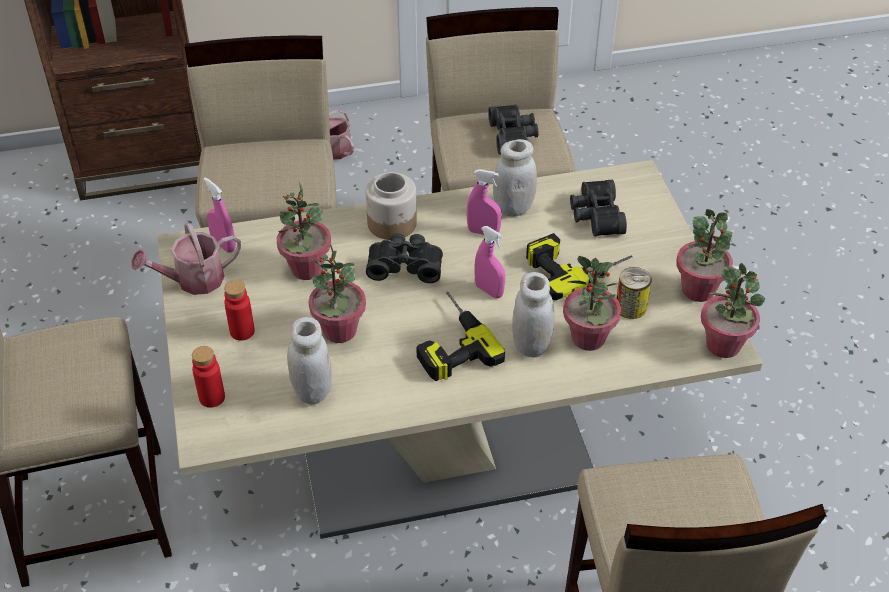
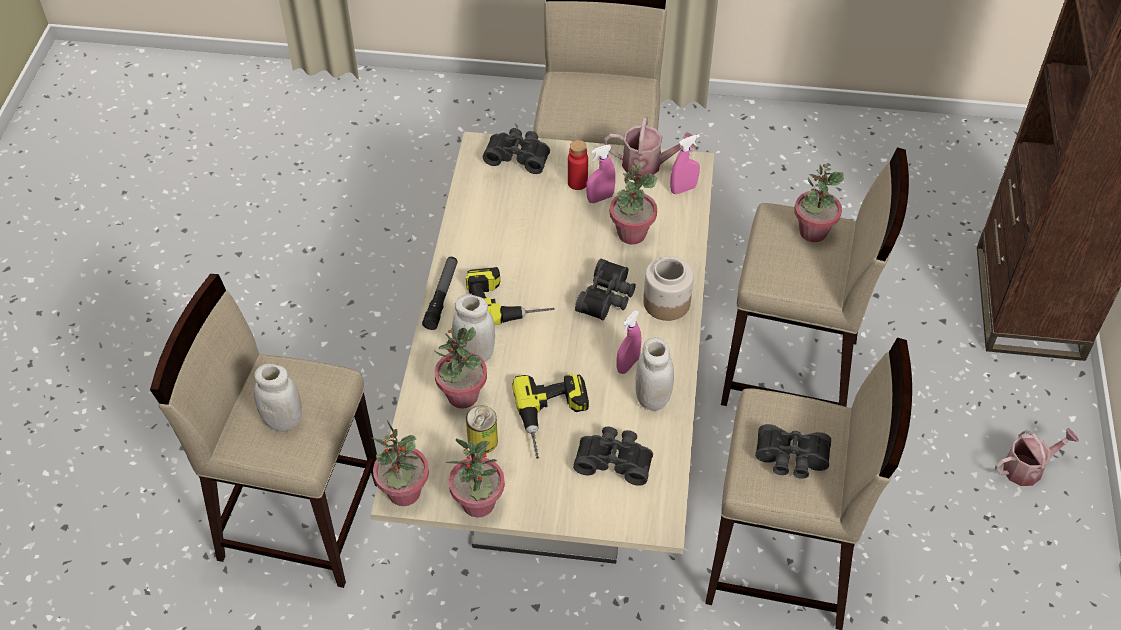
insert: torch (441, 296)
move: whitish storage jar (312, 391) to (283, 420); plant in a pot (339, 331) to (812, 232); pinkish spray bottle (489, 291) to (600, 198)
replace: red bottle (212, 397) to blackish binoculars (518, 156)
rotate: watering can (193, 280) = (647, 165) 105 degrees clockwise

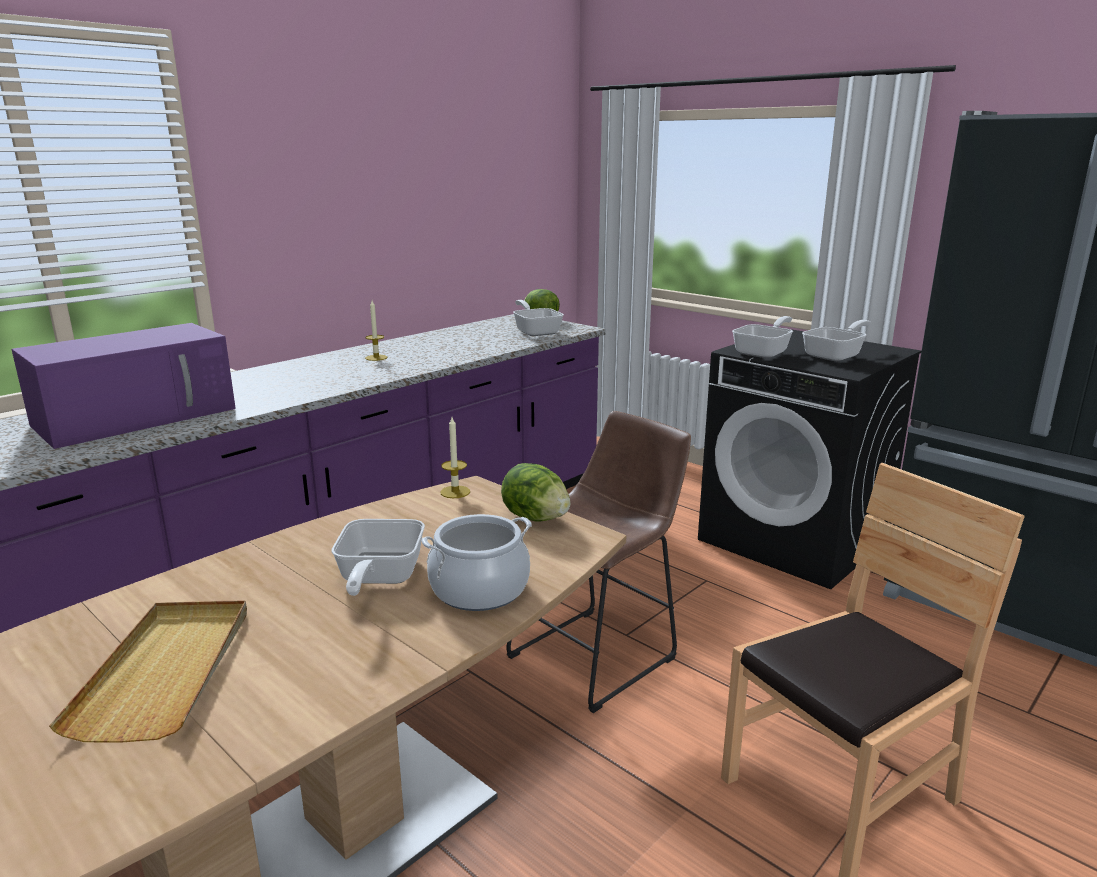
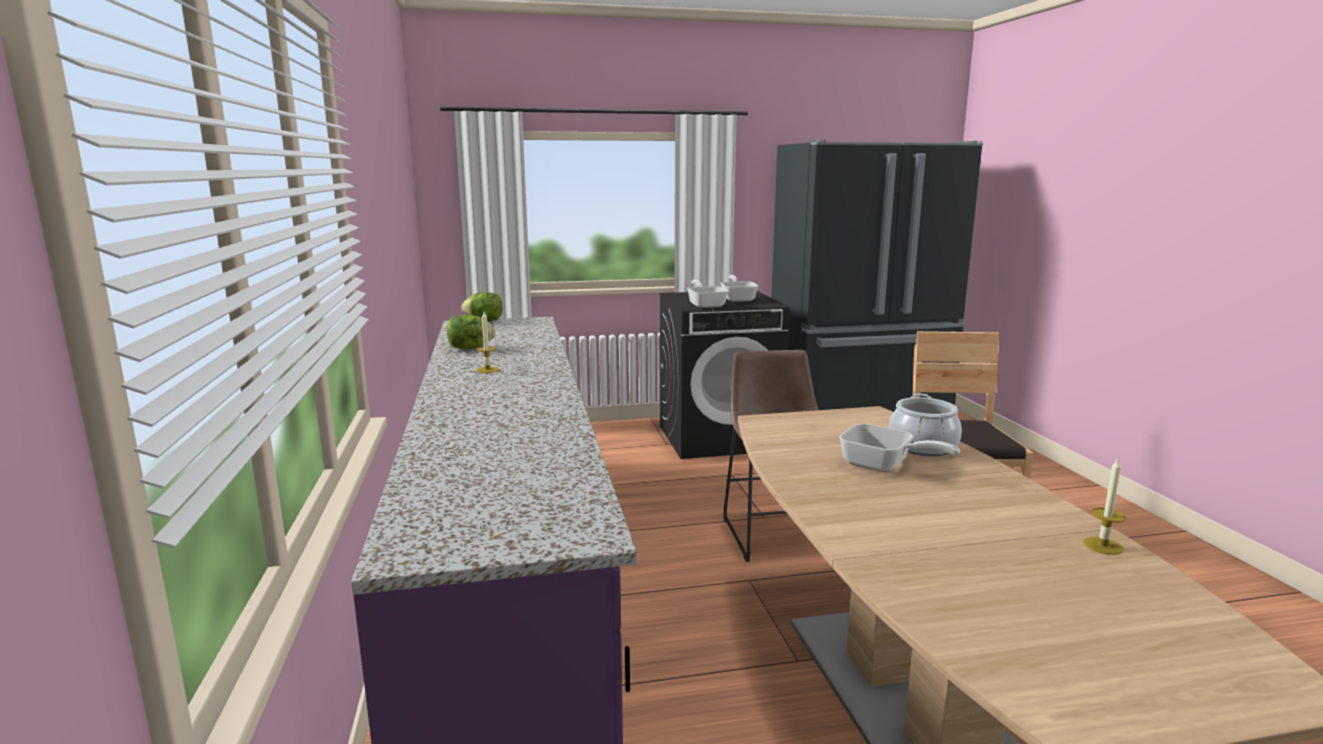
delete: purplish kitchen microwave (138, 416); beige carrying tray (167, 670); pan (536, 331)
move: wax candle (455, 492) to (1102, 545); lettuce (536, 518) to (470, 348)

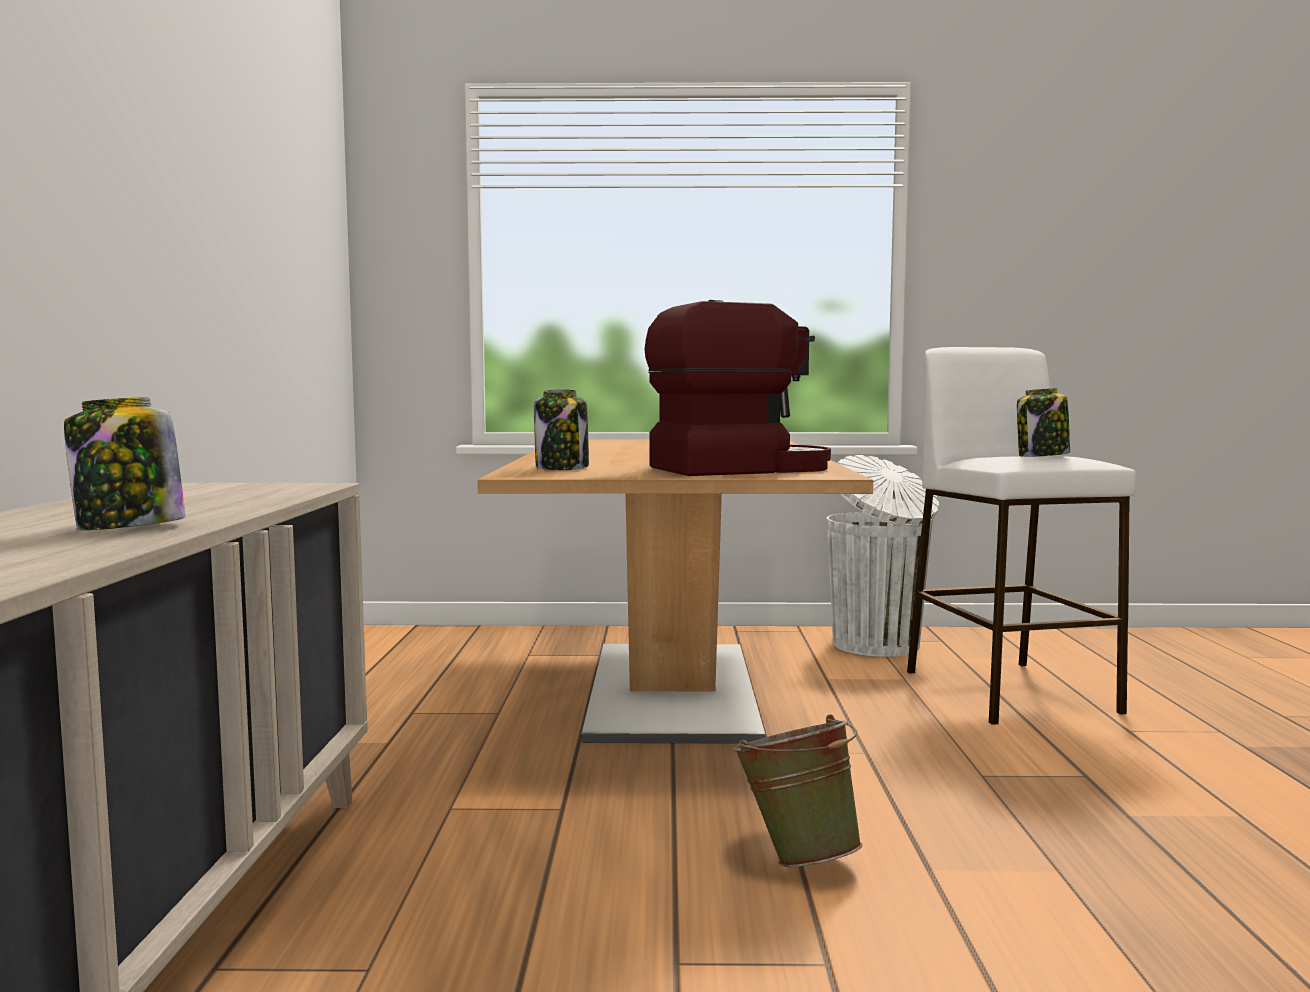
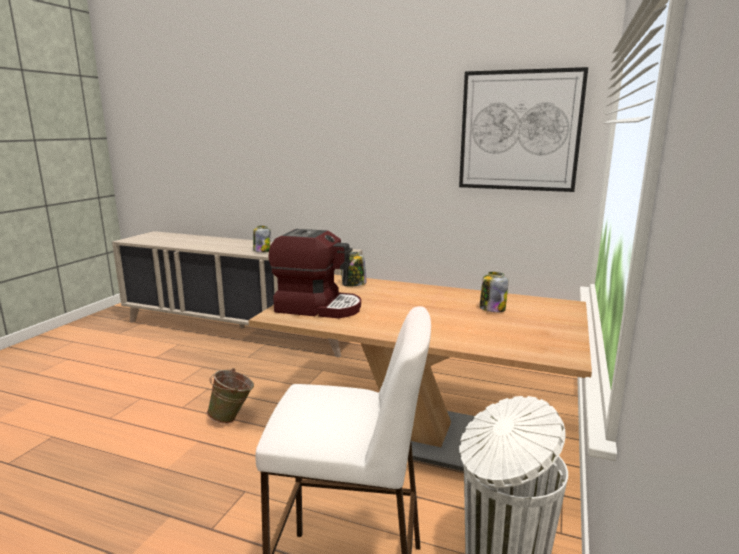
insert: picture (519, 131)
move: storage jar (1042, 456) to (492, 309)
rotate: coffee maker (739, 469) = (318, 307) 75 degrees counterclockwise

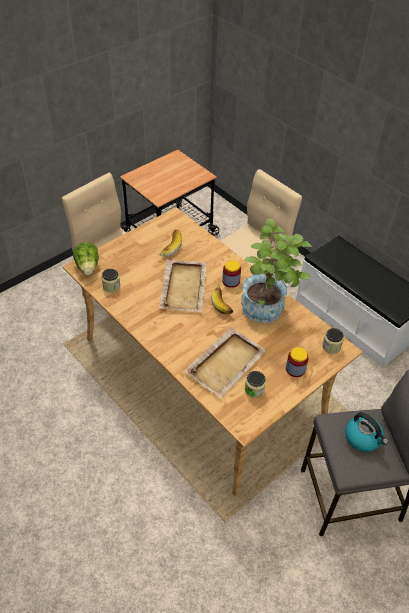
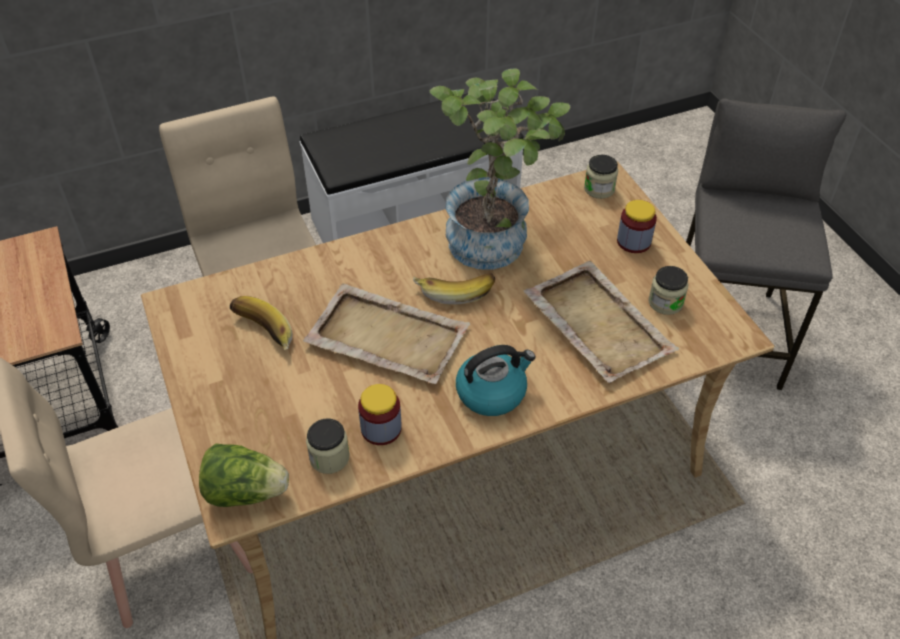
move: storage jar (231, 281) to (381, 429); water kettle (363, 438) to (492, 392)

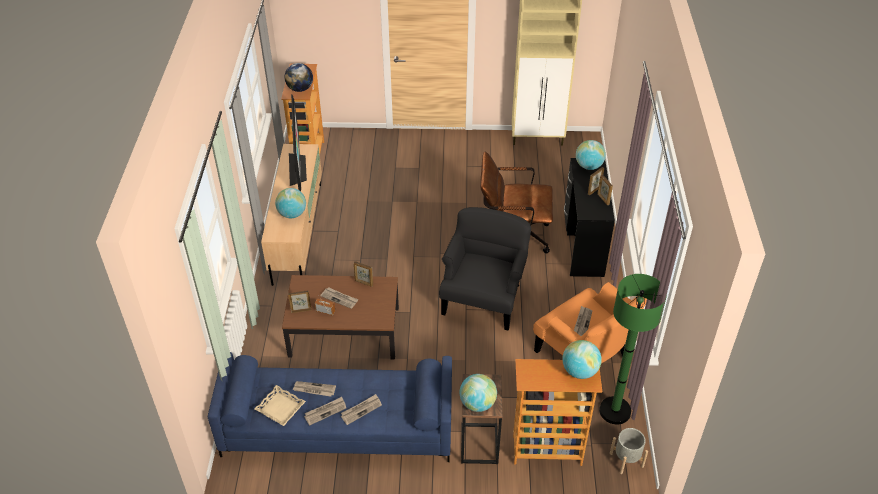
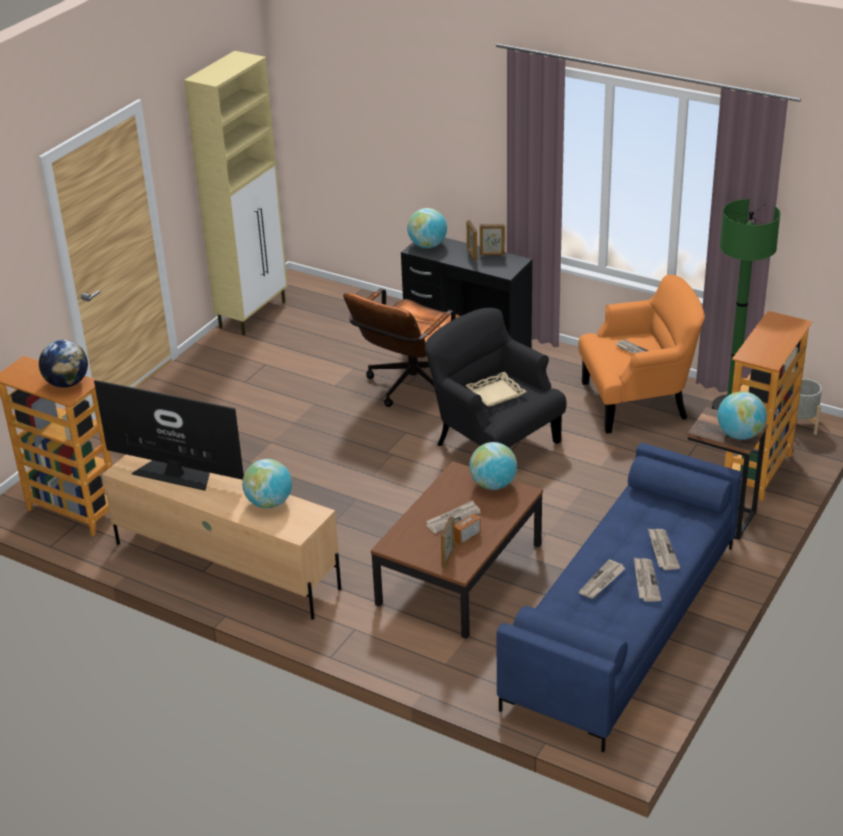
delete: picture frame (364, 283)
move: beige carrying tray (280, 408) to (496, 393); desk globe (579, 371) to (493, 484)

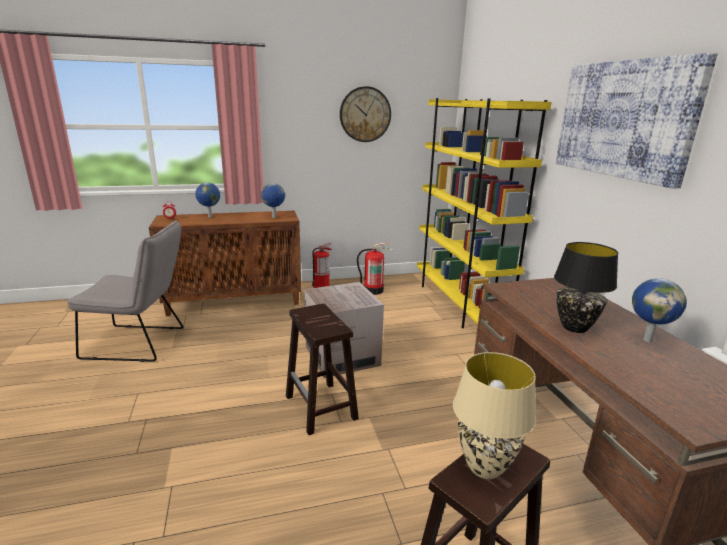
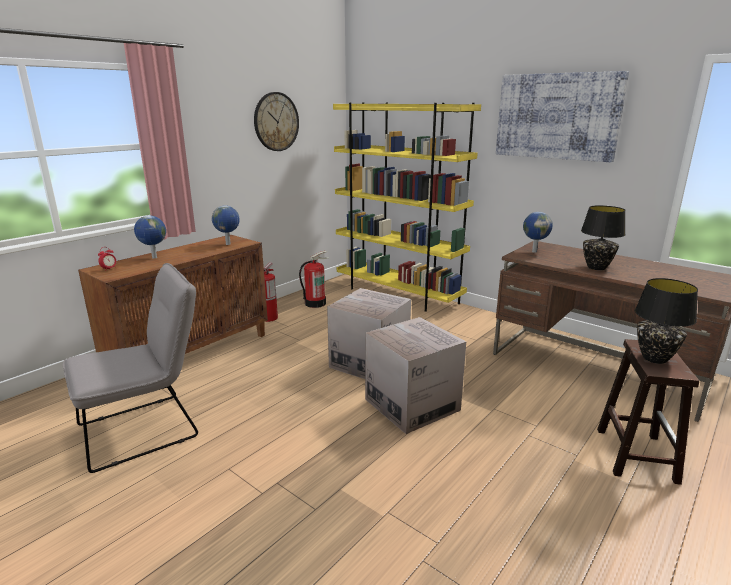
move: desk globe (647, 340) to (534, 251)
replace: brownish stool (321, 408) to cardboard box (412, 404)
recolor: beige table lamp (485, 467) to blackish table lamp (654, 358)

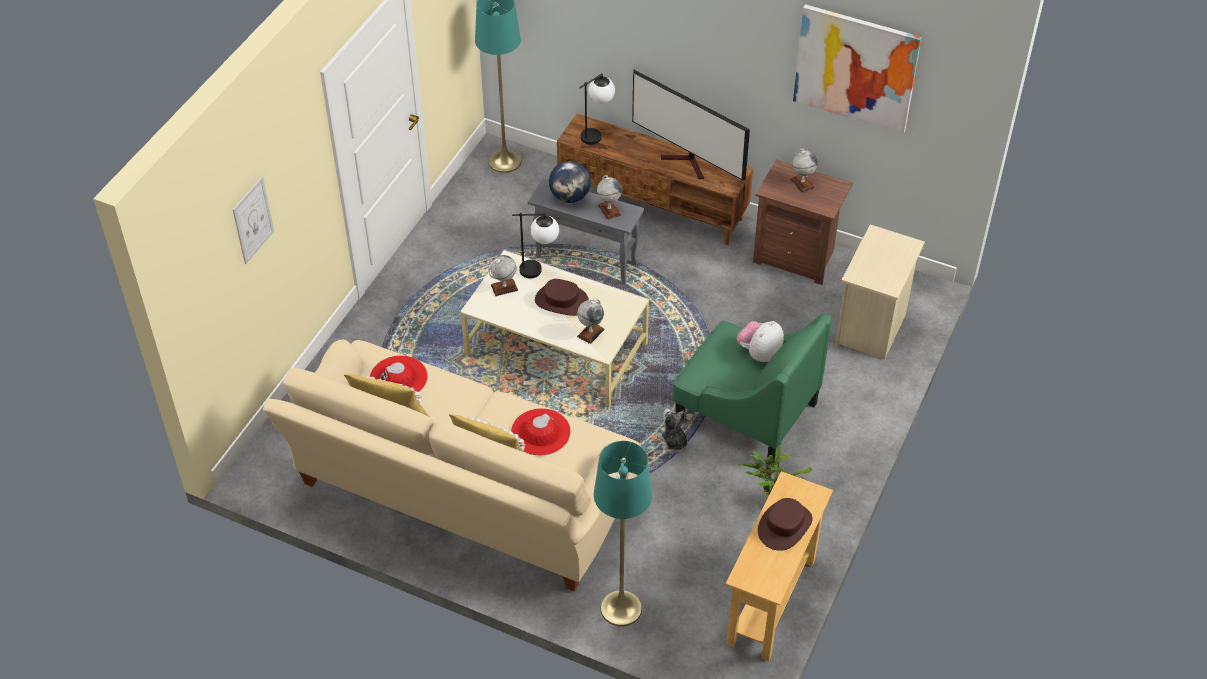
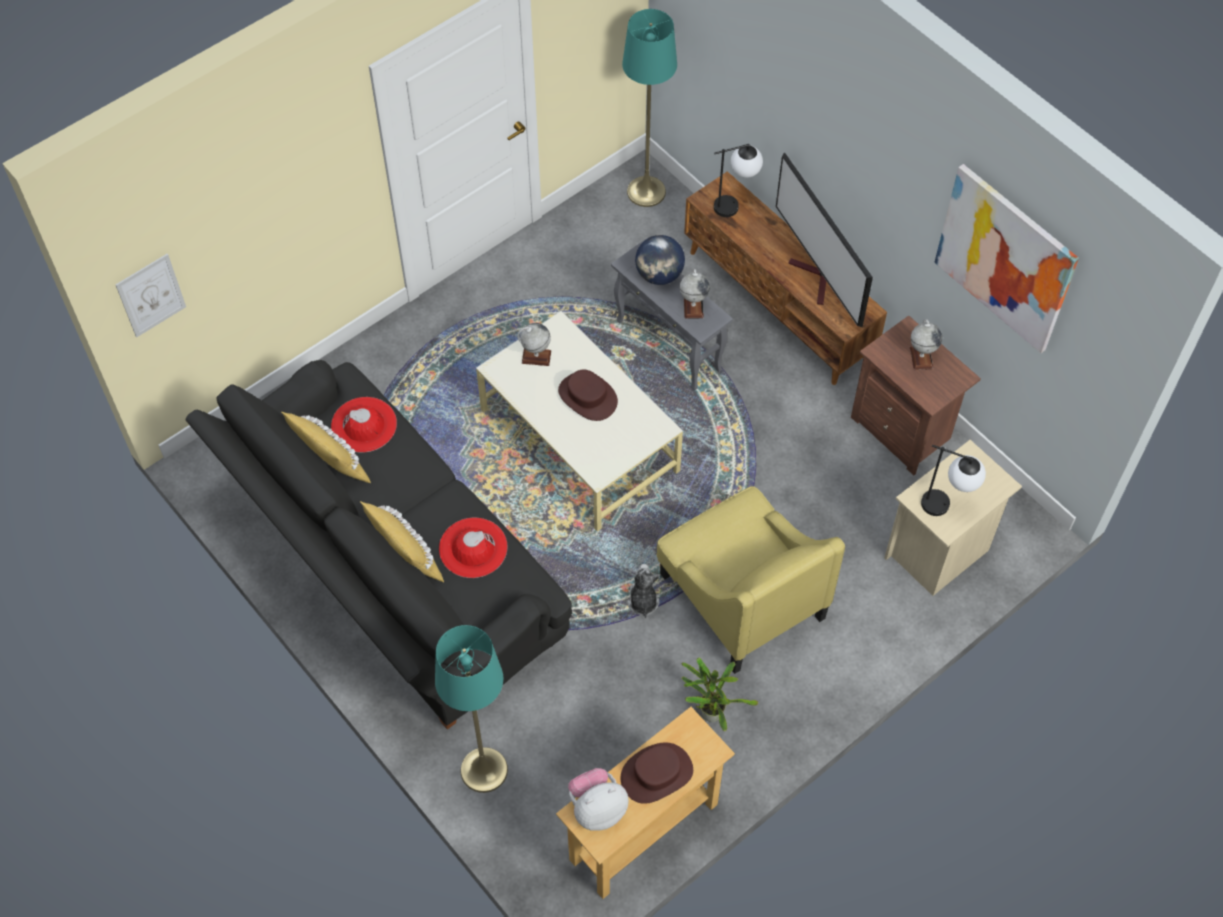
delete: desk globe (590, 332)
move: picture (253, 220) to (151, 295); table lamp (539, 270) to (946, 507); cuddly toy (759, 353) to (597, 808)
recolor: beige sofa (461, 496) to blackish sofa (392, 572); green lounge chair (745, 411) to yellow-coloured lounge chair (741, 596)

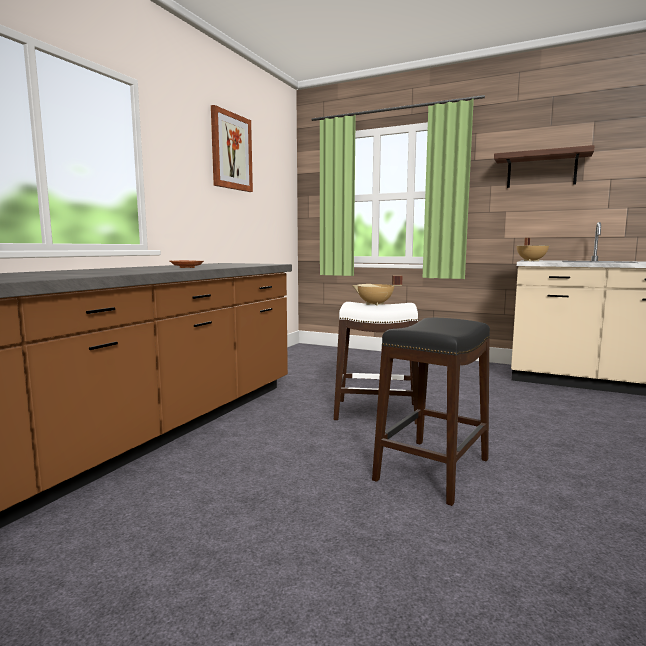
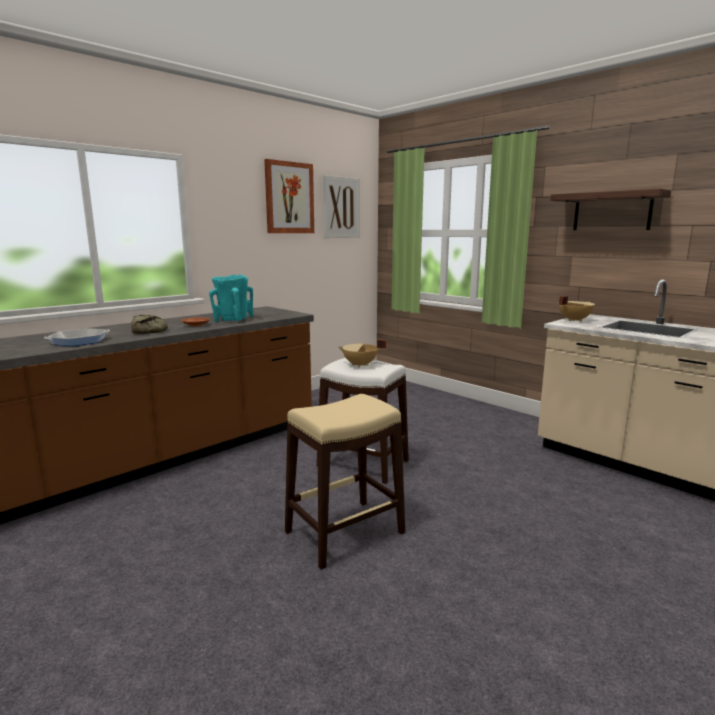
insert: pan (79, 341); bakery bread (150, 330); blue-green vase (232, 320); picture (341, 207)
recolor: blackish stool (431, 469) to beige stool (344, 532)

